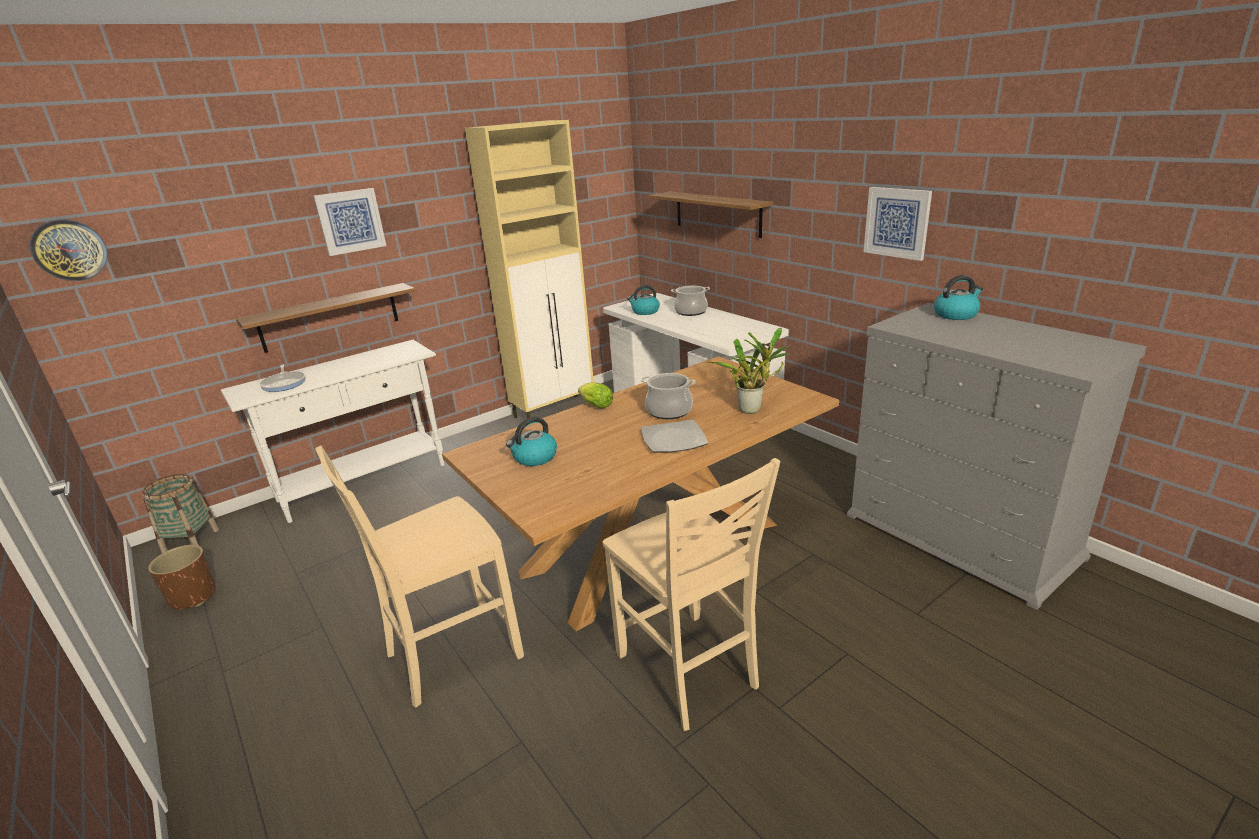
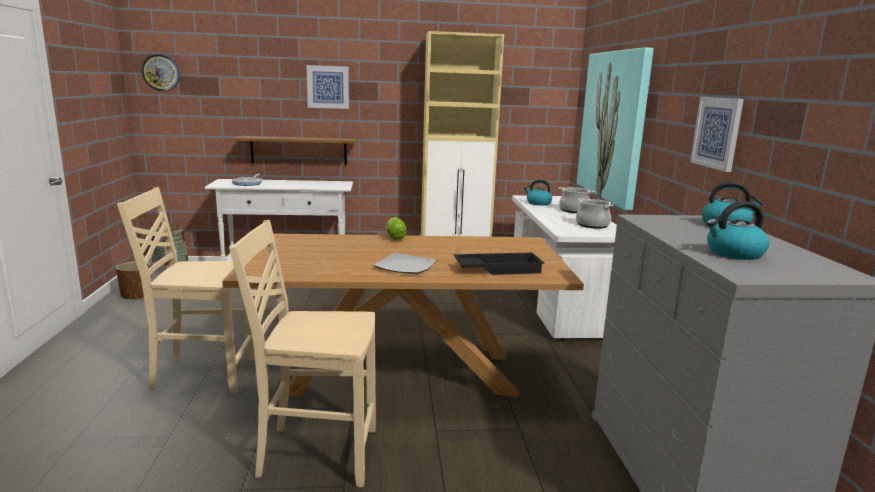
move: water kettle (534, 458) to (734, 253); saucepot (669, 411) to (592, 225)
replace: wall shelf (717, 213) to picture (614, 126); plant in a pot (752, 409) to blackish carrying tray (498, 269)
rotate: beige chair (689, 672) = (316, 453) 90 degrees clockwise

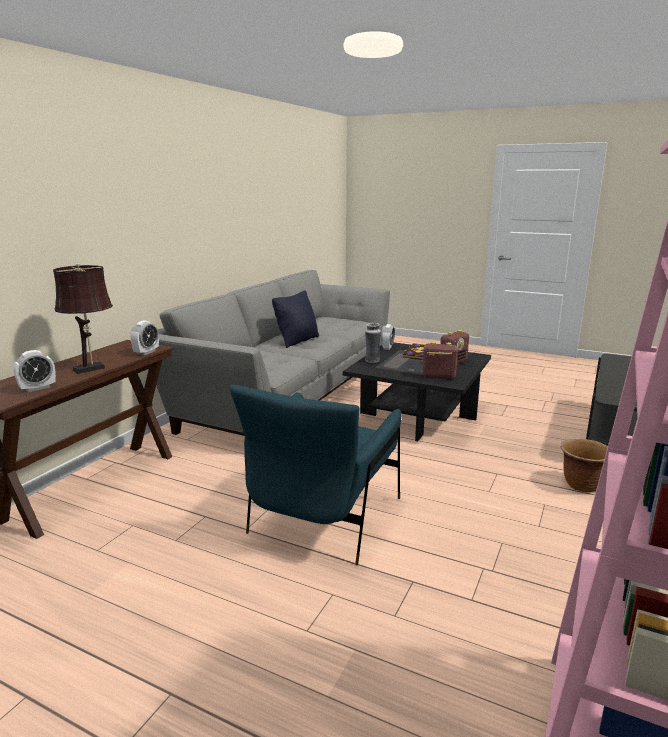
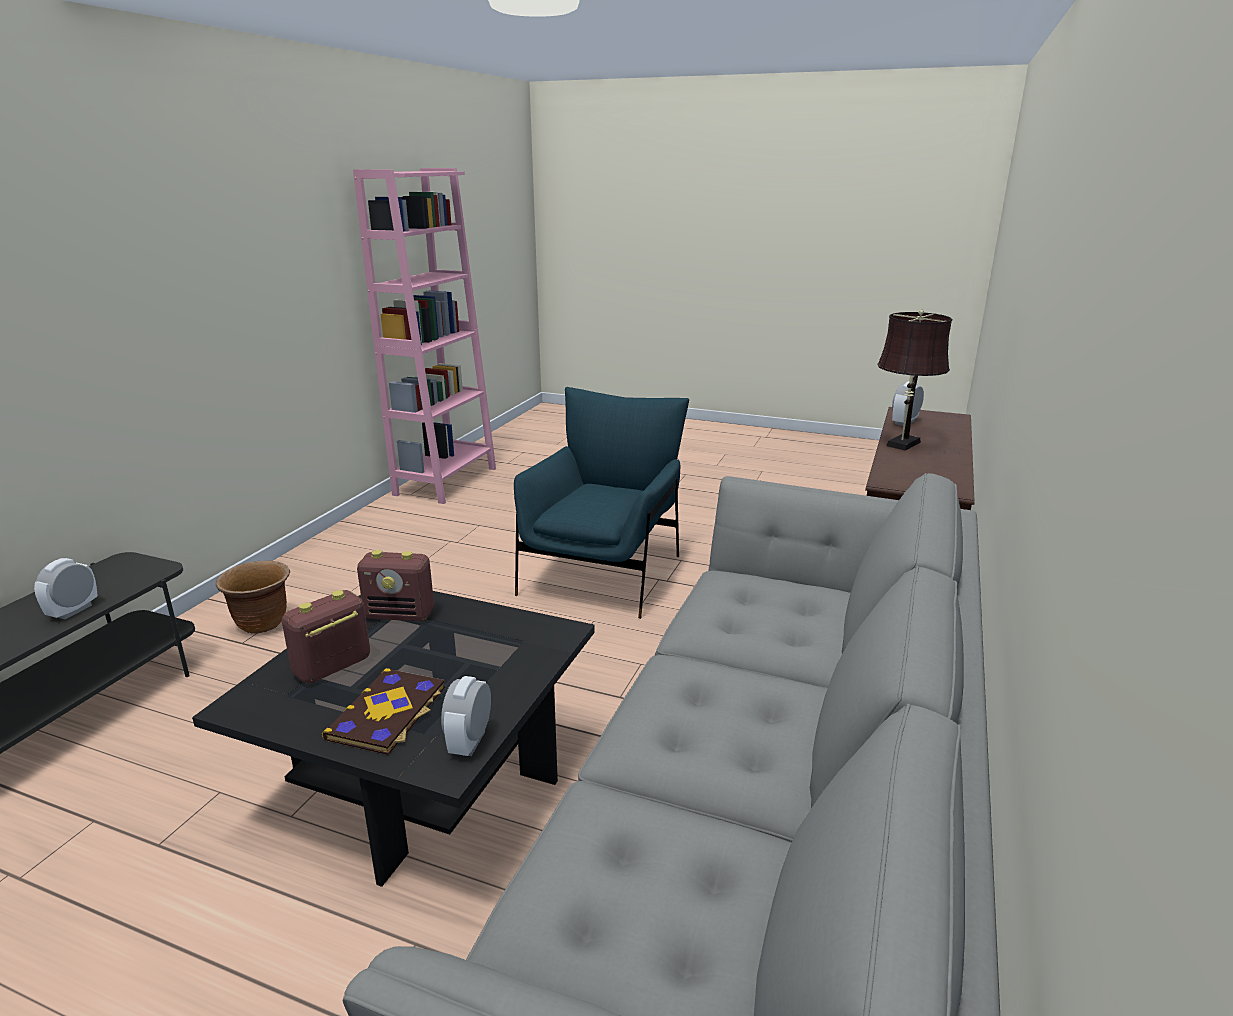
delete: blackish cushion (297, 341); vase (372, 361)
move: table clock (146, 352) to (73, 611)

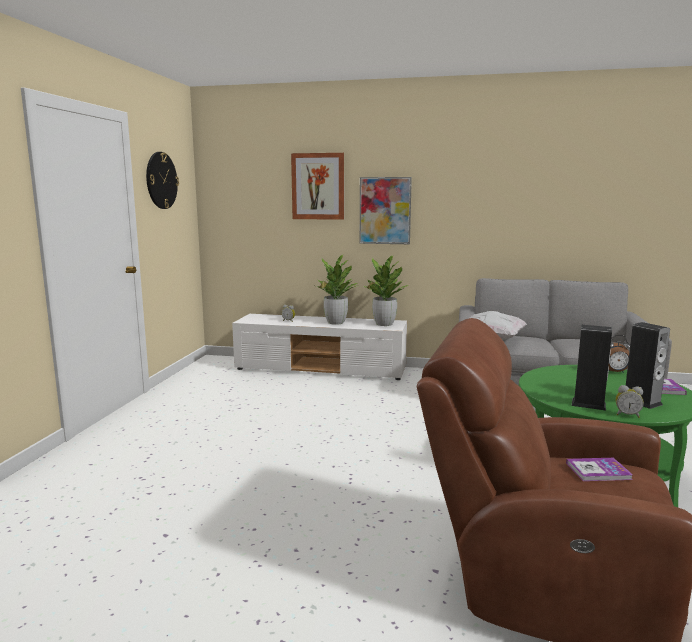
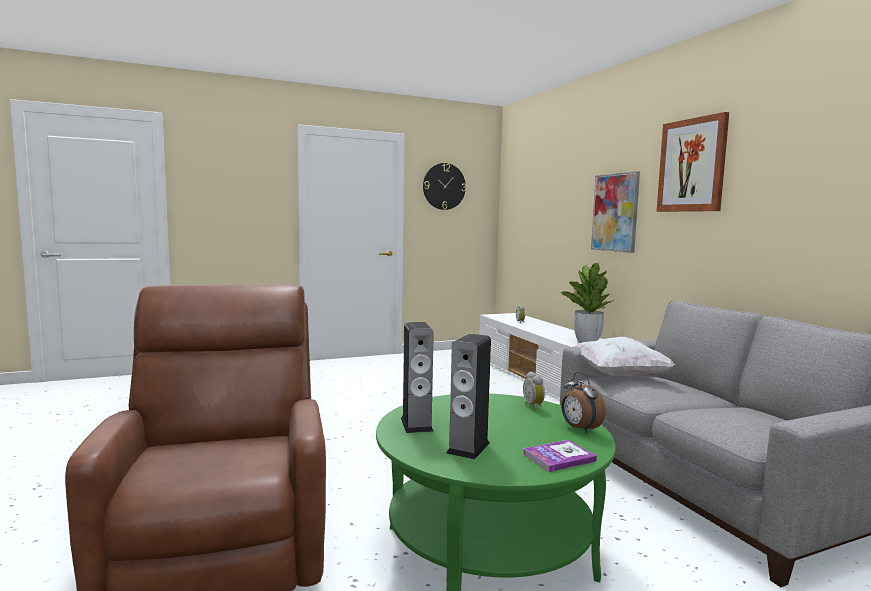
delete: plant in a pot (335, 322); bound book (598, 471)
move: picture (318, 186) to (692, 165); table clock (627, 415) to (534, 406)

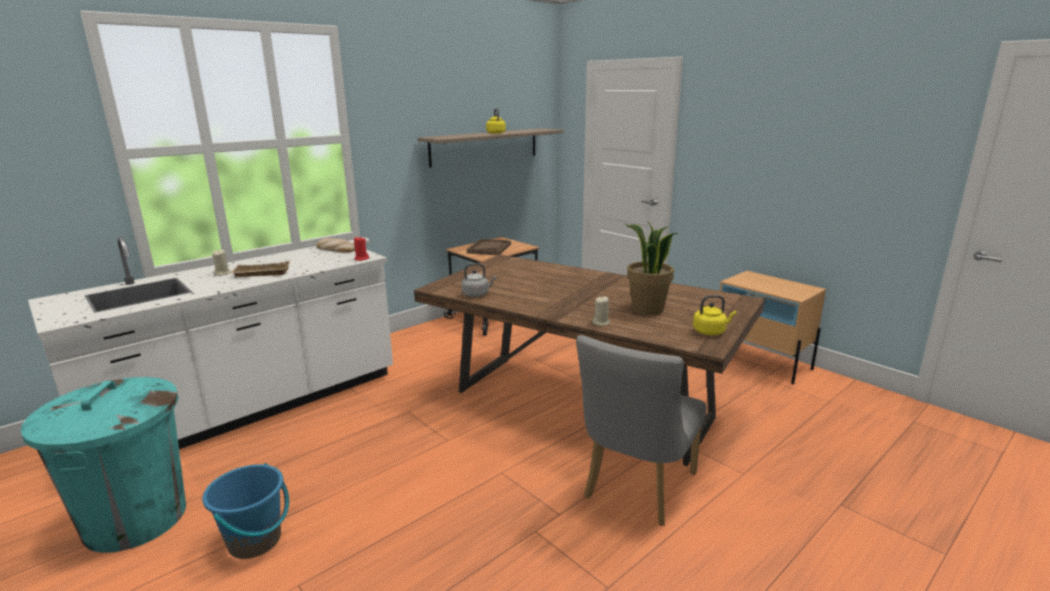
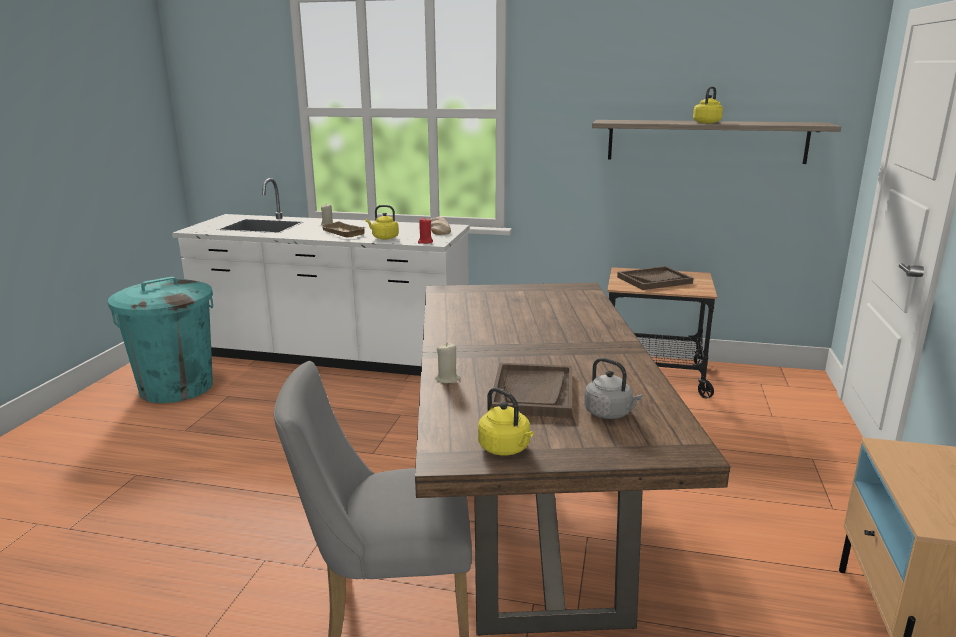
delete: blue pail (255, 541)
insert: yellow-coloured water kettle (384, 238)
move: grey water kettle (477, 294) to (610, 413)
replace: plant in a pot (647, 309) to brownish carrying tray (533, 393)

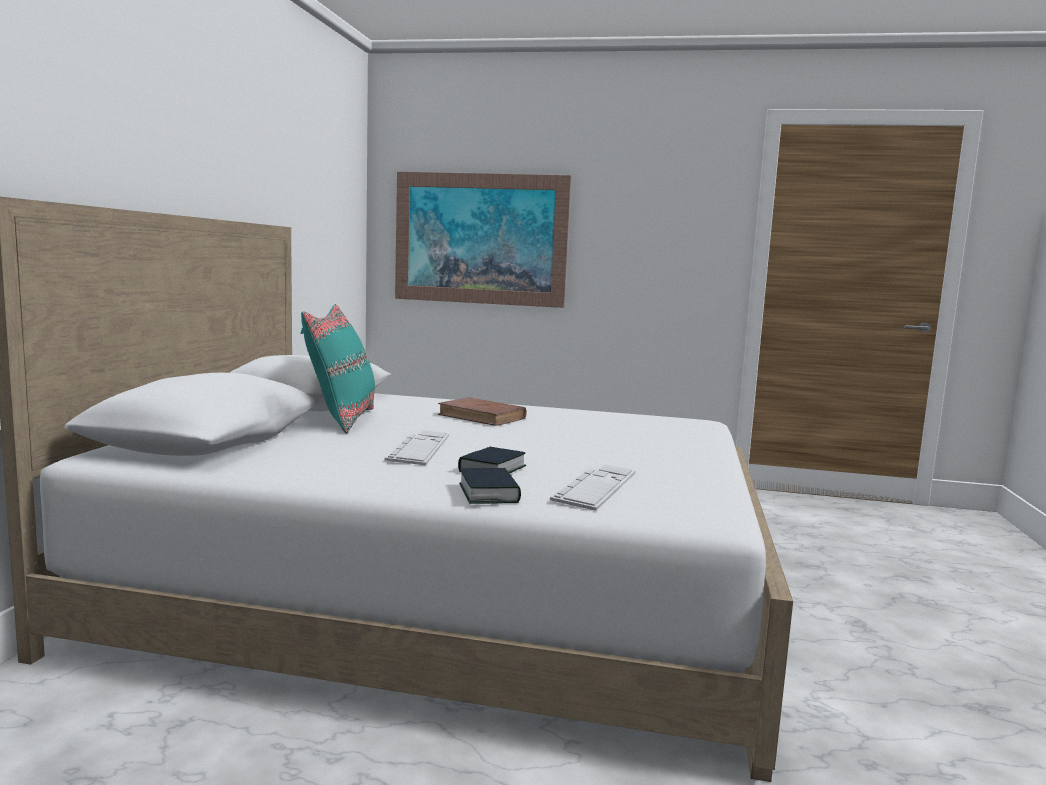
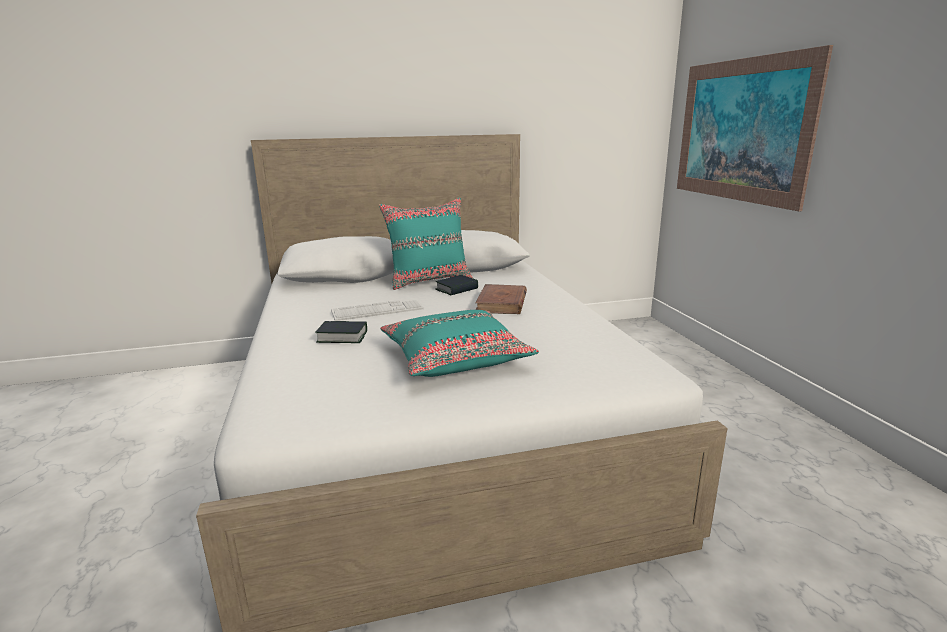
delete: PC keyboard (595, 487)
insert: blue-green cushion (455, 357)
move: bound book (489, 493) to (457, 289)

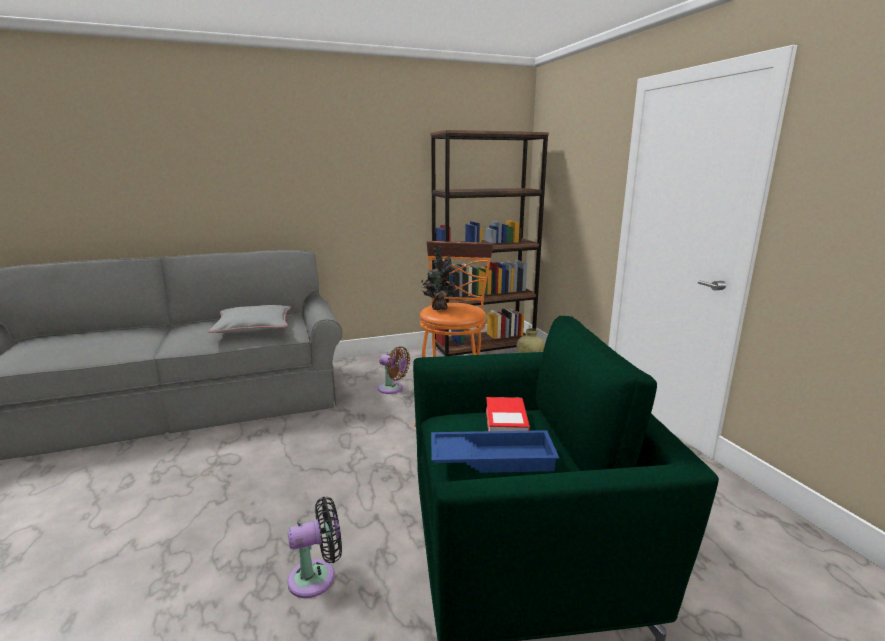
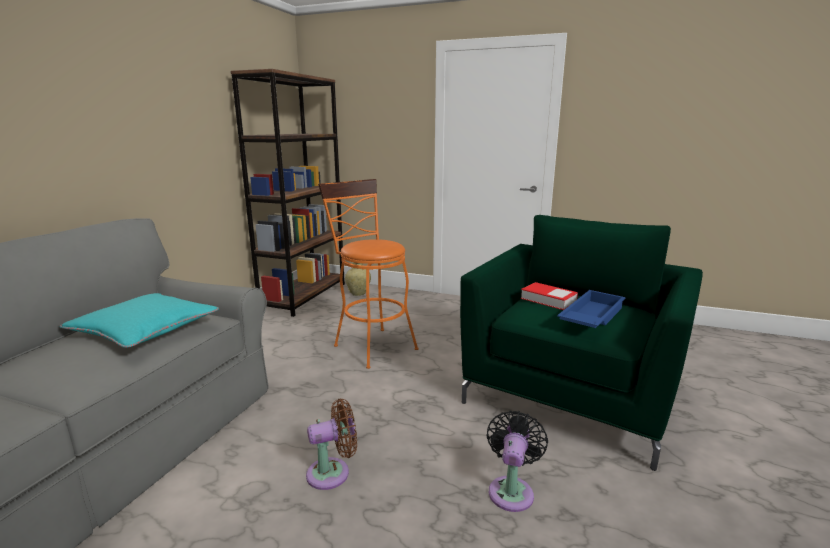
delete: plant in a pot (439, 308)
move: brownish cooling fan (392, 389) to (333, 472)
recolor: grey cushion (253, 327) to blue-green cushion (145, 328)

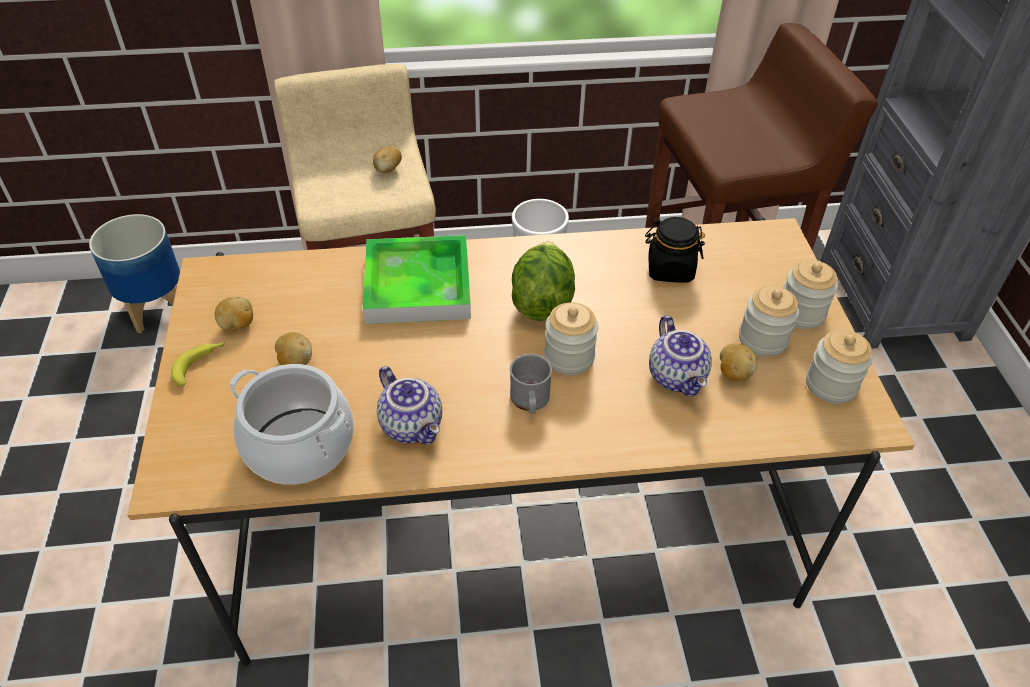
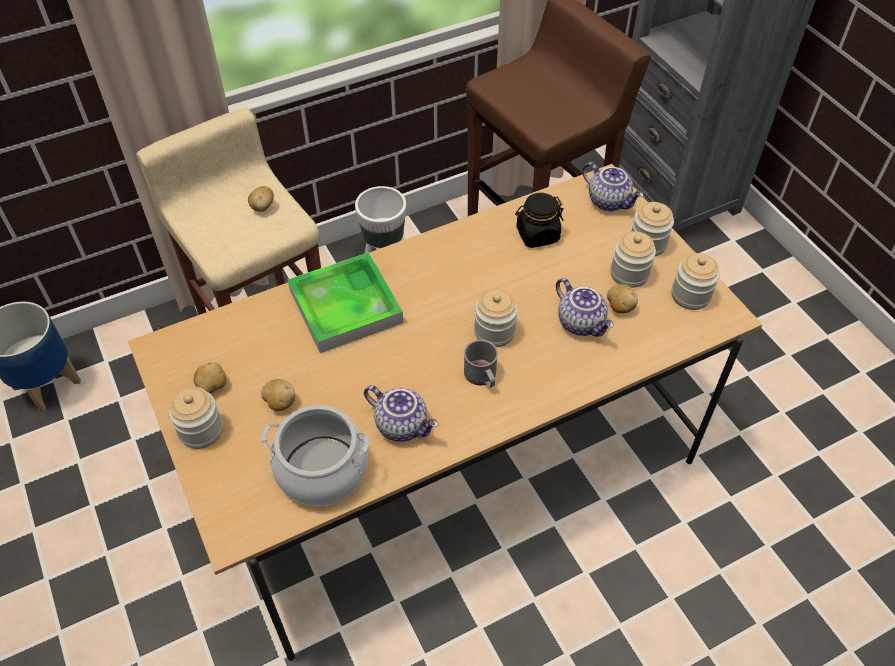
delete: lettuce (542, 301)
insert: teapot (609, 201)
replace: whole banana (200, 365) to storage jar (201, 430)

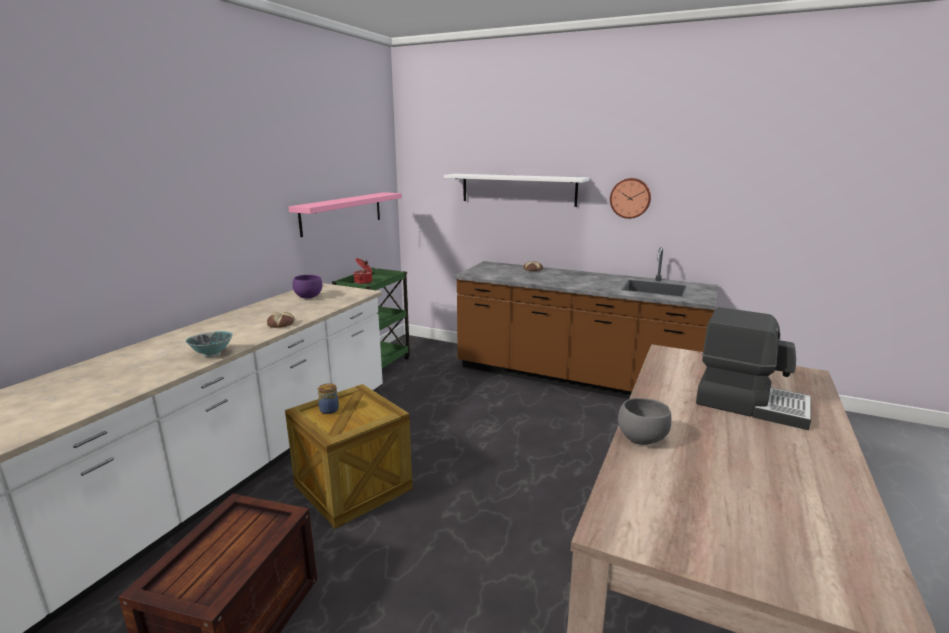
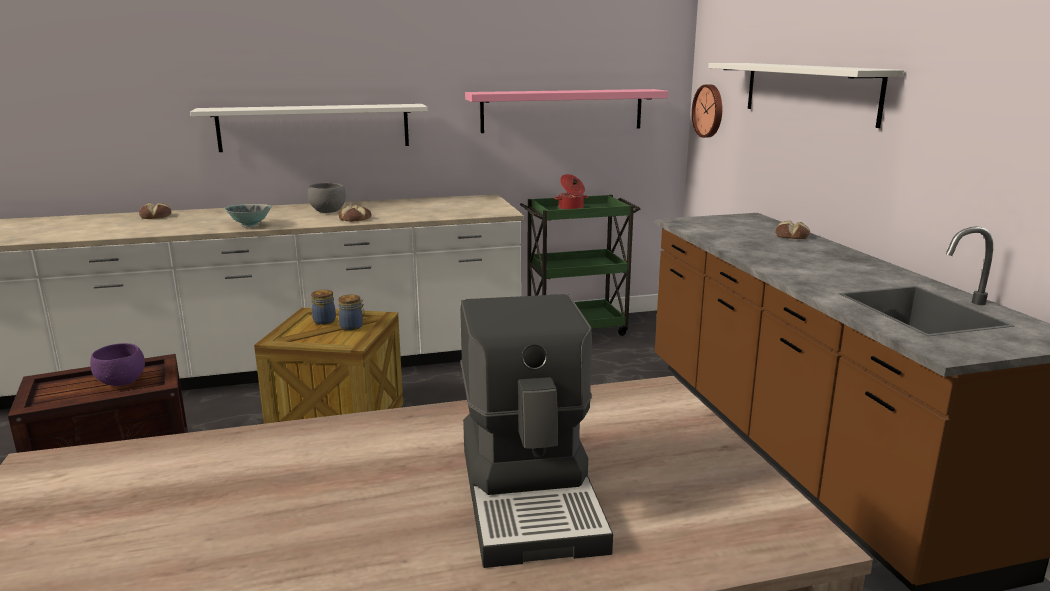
insert: bakery bread (156, 216); whitish wall shelf (314, 127); storage jar (352, 326)
move: purplish deep dish (309, 297) to (123, 383); clock on the wall (630, 198) to (709, 111); grey deep dish (641, 439) to (329, 212)

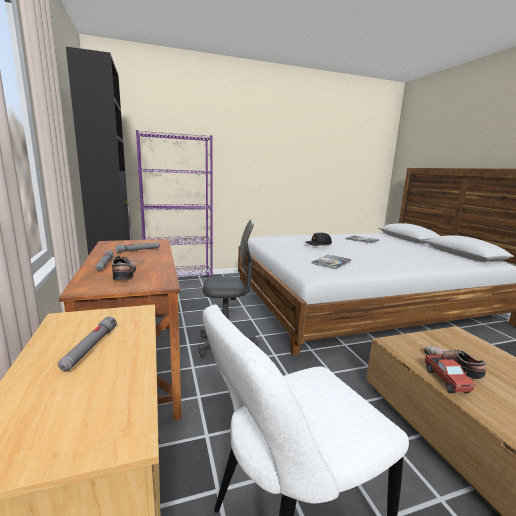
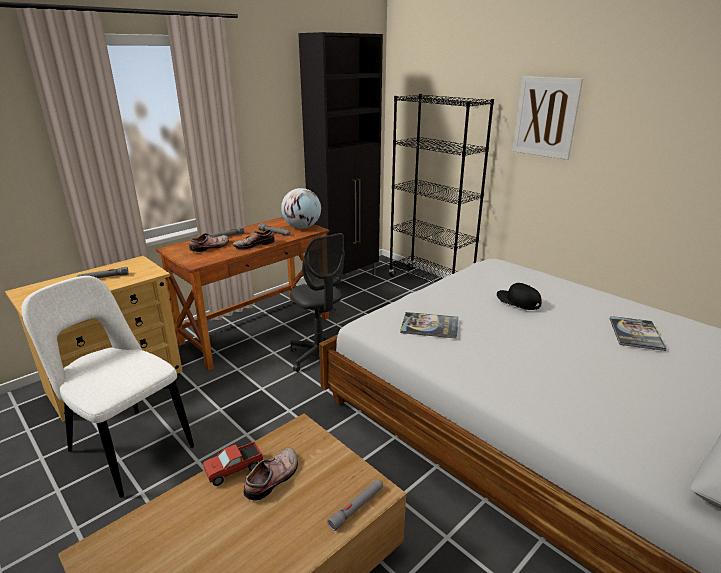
insert: shoe (253, 245); desk globe (302, 227); grey torch (357, 507); picture (546, 117)
recolor: purplish bookcase (179, 282) to blackish bookcase (430, 284)

